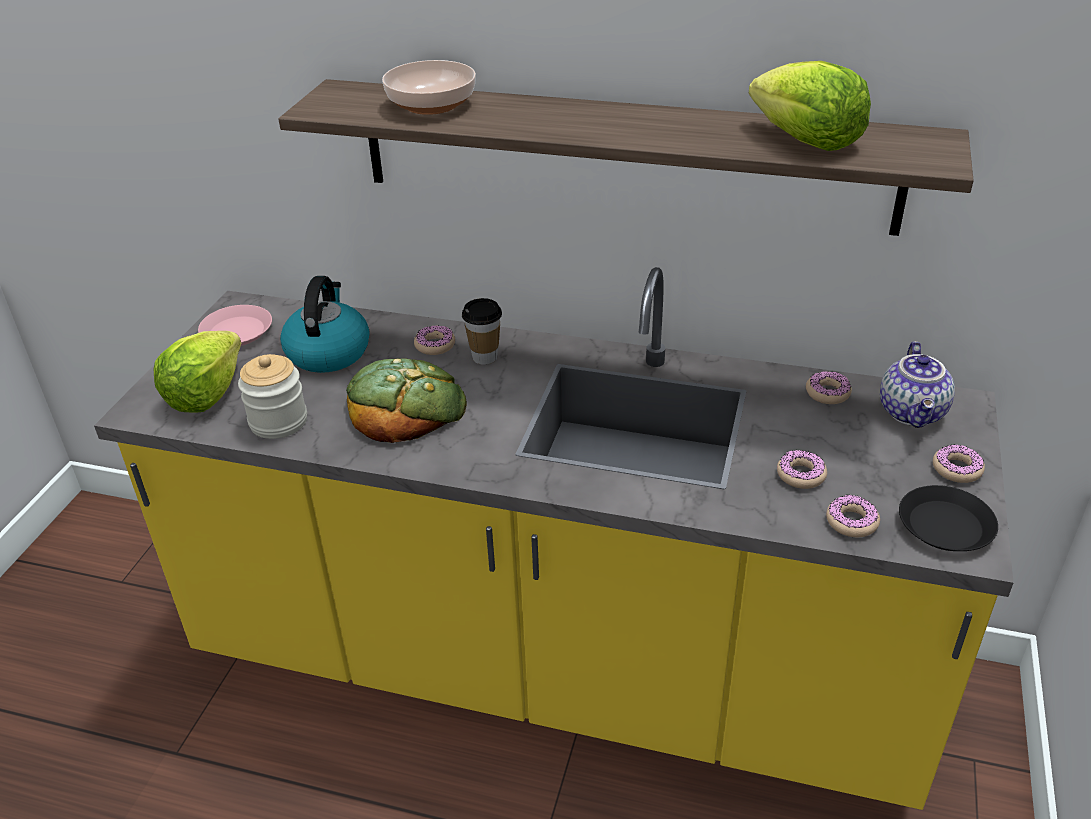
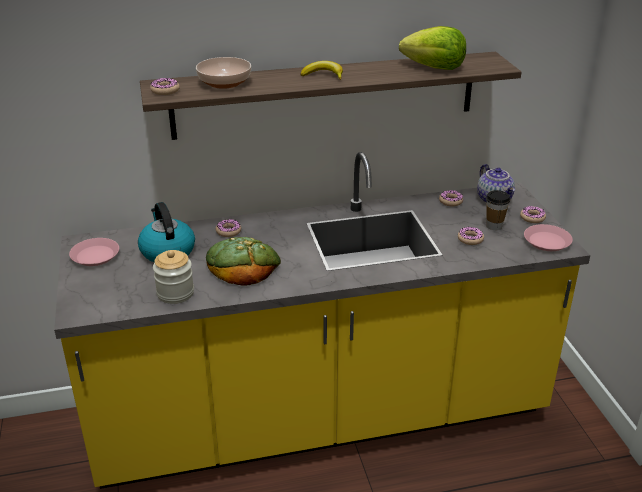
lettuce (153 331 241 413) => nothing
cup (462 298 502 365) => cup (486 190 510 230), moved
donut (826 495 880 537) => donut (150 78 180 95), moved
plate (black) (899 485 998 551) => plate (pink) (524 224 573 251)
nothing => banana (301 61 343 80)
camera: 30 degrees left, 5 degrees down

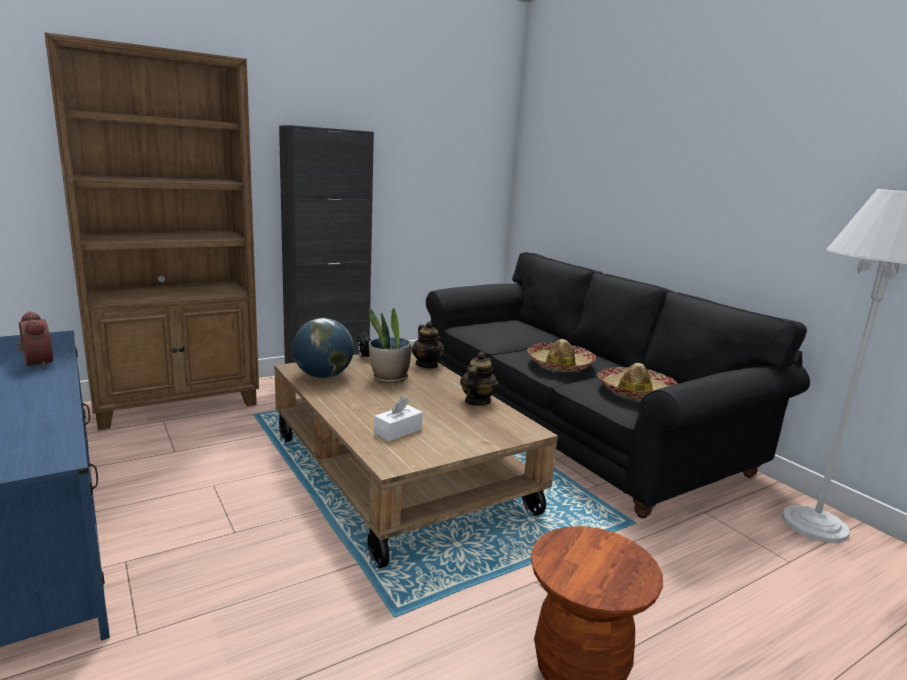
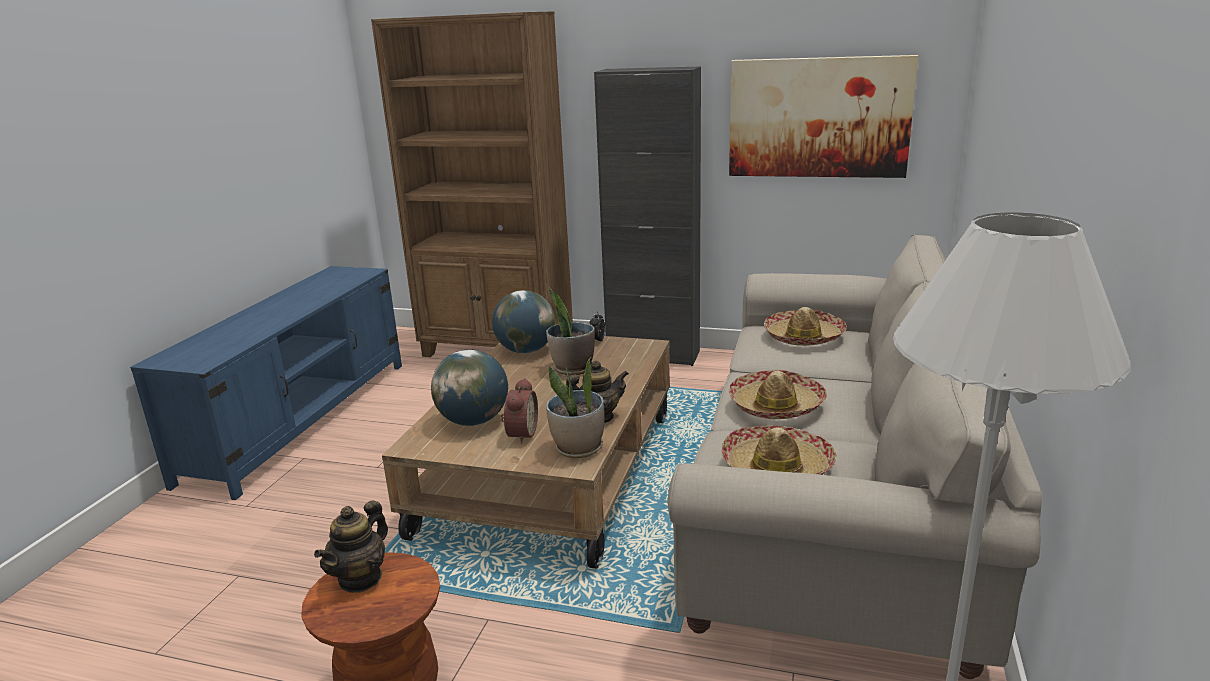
alarm clock (16 311 53 368) => alarm clock (501 378 538 444), moved
tissue box (white) (374 397 423 441) => globe (431 350 508 426)
teapot (411 321 444 369) => teapot (314 501 388 593), moved
sofa (black) (426 252 810 519) => sofa (beige) (667 234 1043 679)
nothing => potted plant (546 357 605 458)
nothing => picture (729 55 919 178)
nothing => hat (764 307 847 346)
camera: 50 degrees right, 5 degrees up

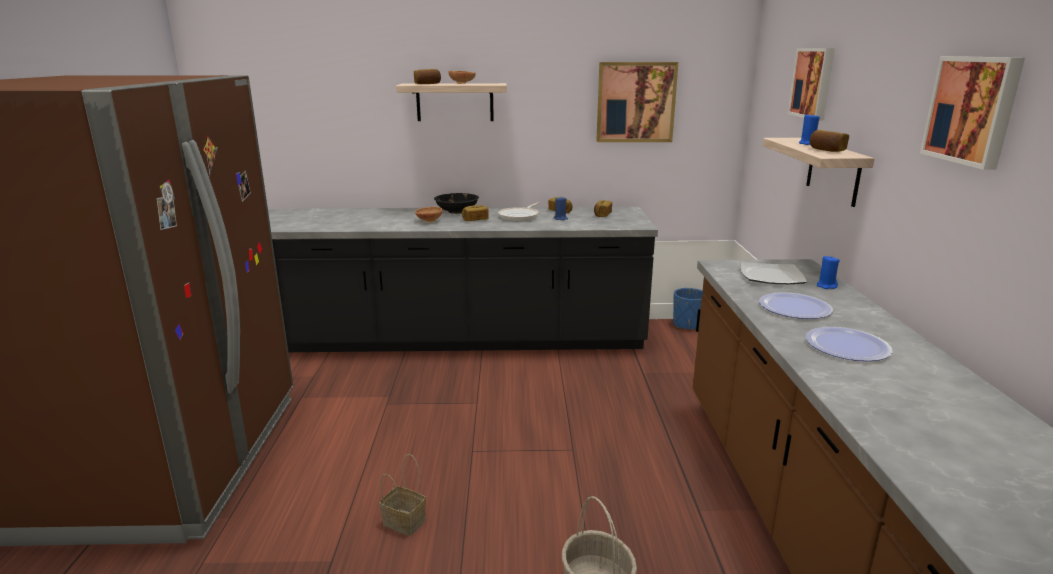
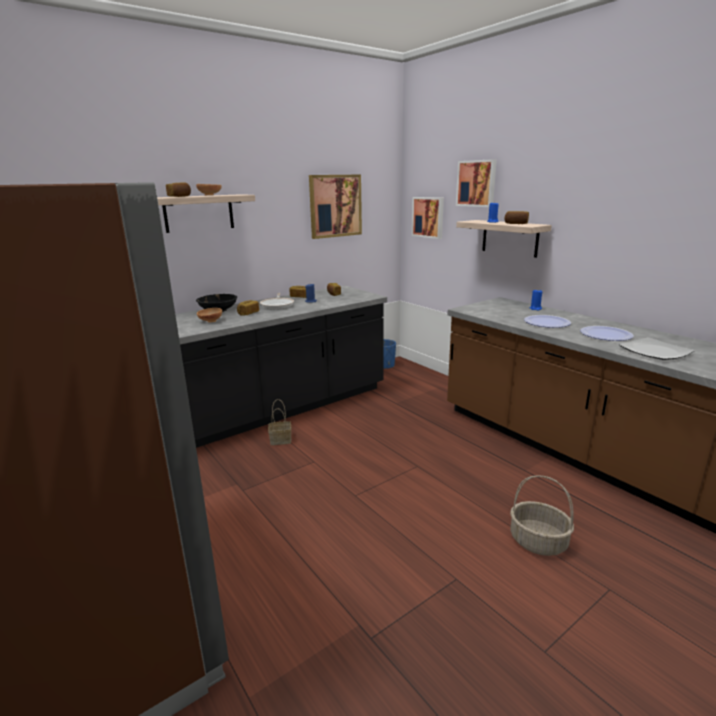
basket (379 454 426 536) => basket (268 399 291 445), moved
plate (740 262 807 284) => plate (619 337 695 360), moved
picture (920 56 1025 170) => picture (412 197 444 239), moved
camera: 35 degrees left, 0 degrees up

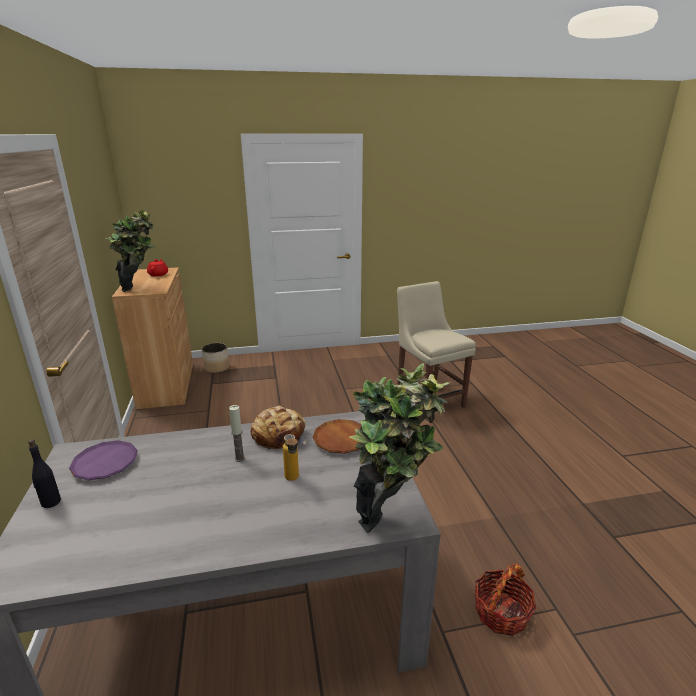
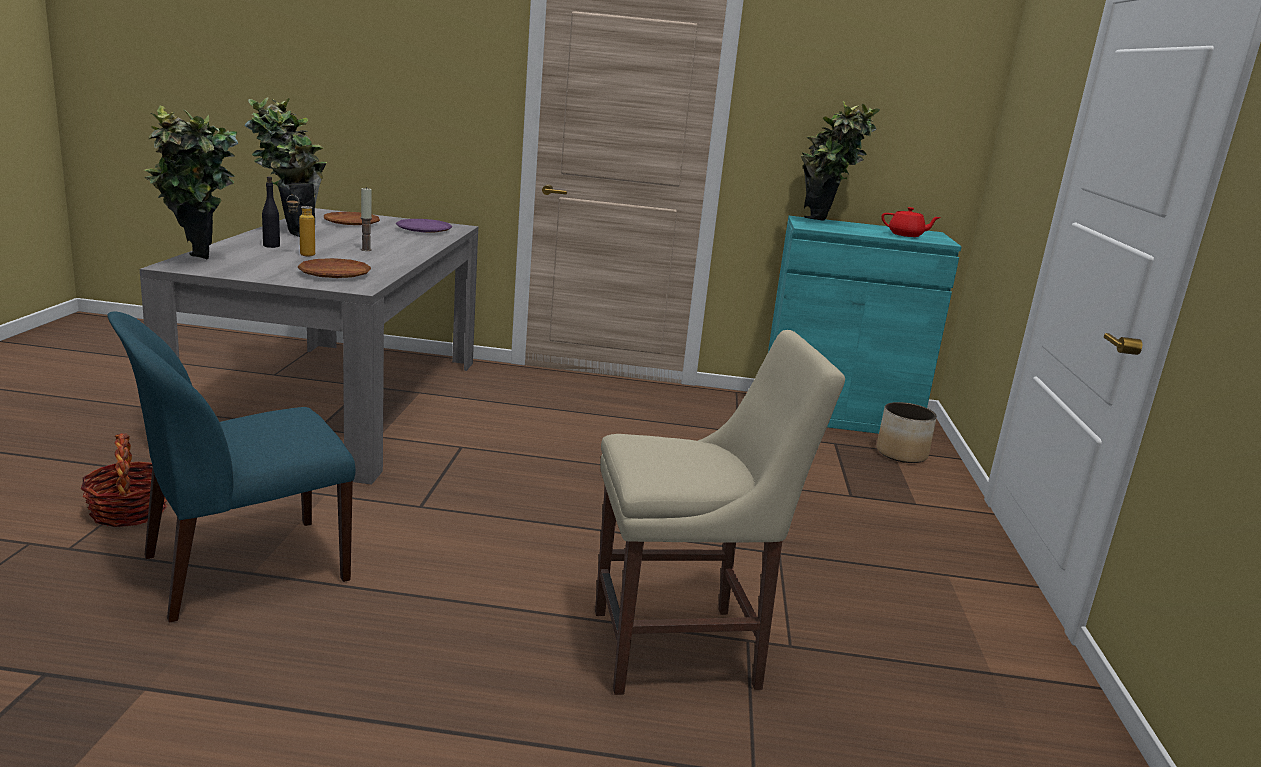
bottle (black) (28 439 61 508) => bottle (black) (262 176 280 248), moved
cabinet (brown) (112 267 193 409) => cabinet (turquoise) (768 216 962 434)
bread (251 406 307 450) => nothing
nothing => chair (blue) (107 312 356 623)
nothing => potted plant (244 97 327 237)
nothing => plate (brown) (324 212 380 225)
camera: 105 degrees right, 5 degrees down

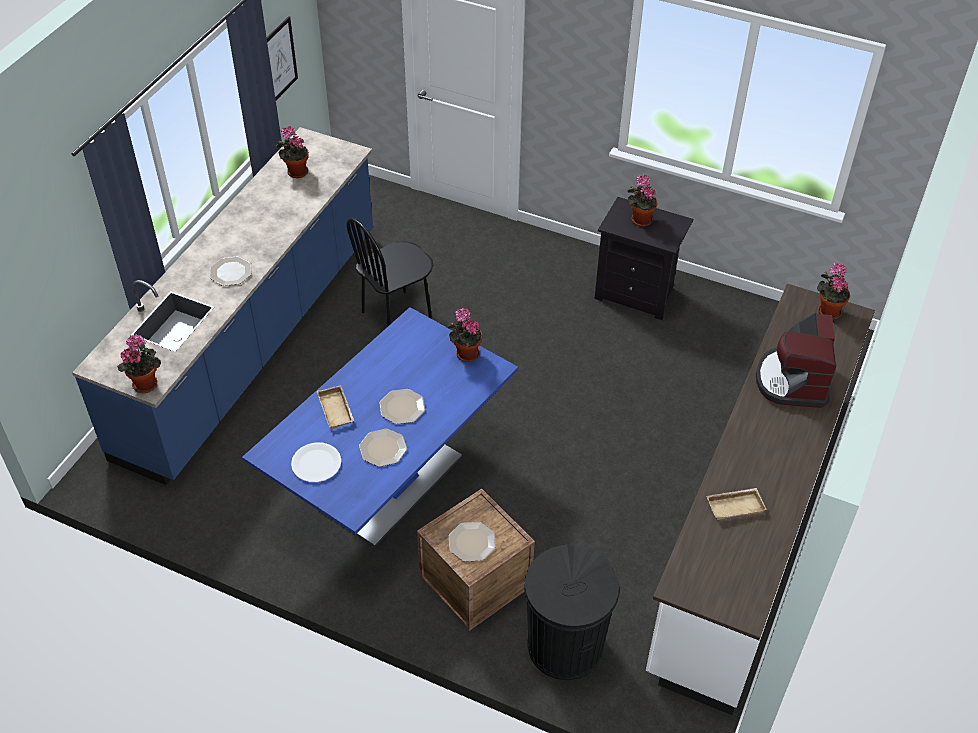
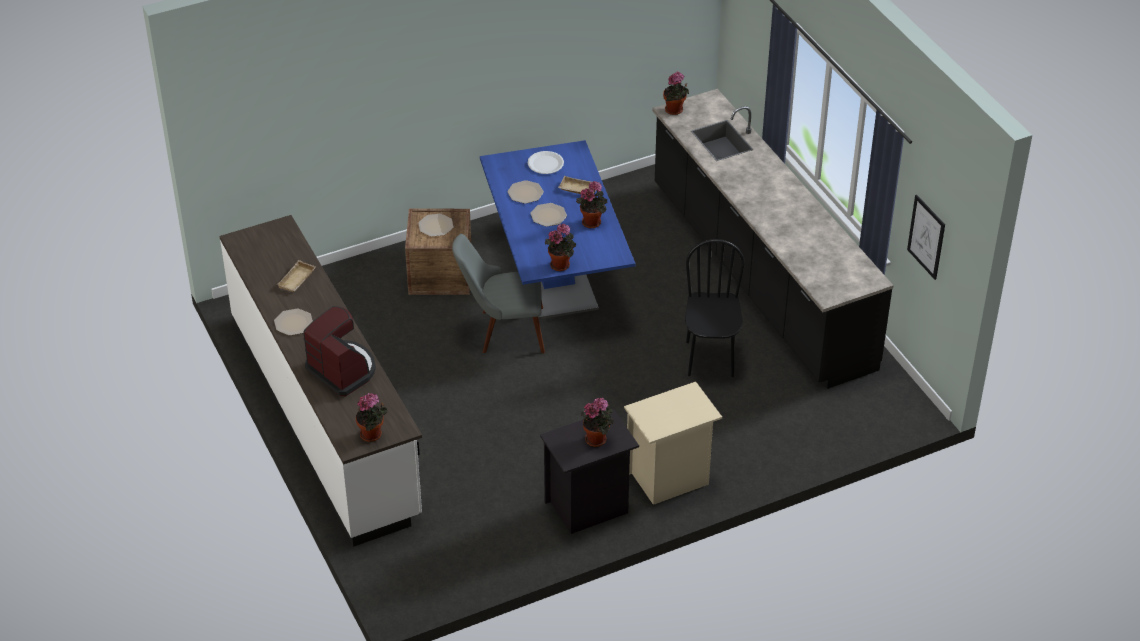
counter (blue) (72 127 373 485) => counter (black) (652 89 894 389)
plate (210 256 252 286) => plate (274 309 313 336), moved
potted plant (276 126 309 178) => potted plant (576 181 607 228), moved
trash can (black) (524 544 620 680) => nothing
nothing => chair (grey) (452 234 545 353)
nothing => nightstand (beige) (624 381 722 505)
camera: 130 degrees right, 5 degrees down

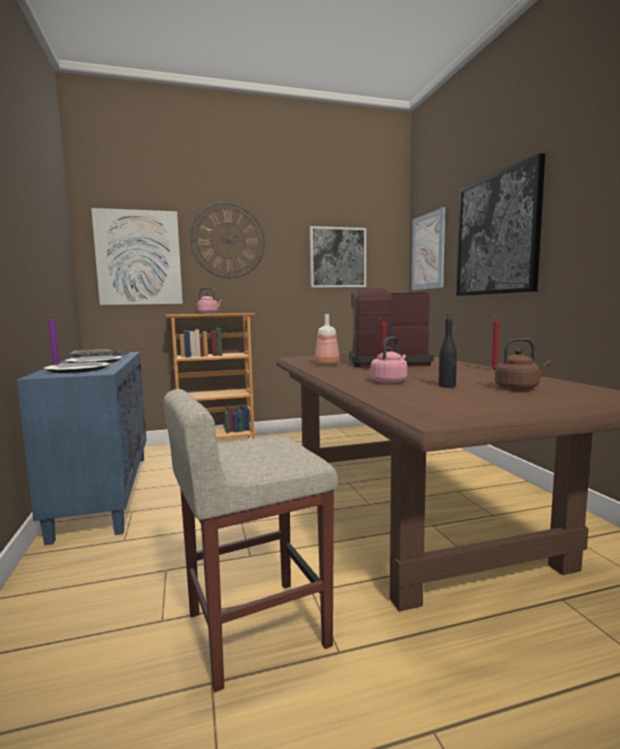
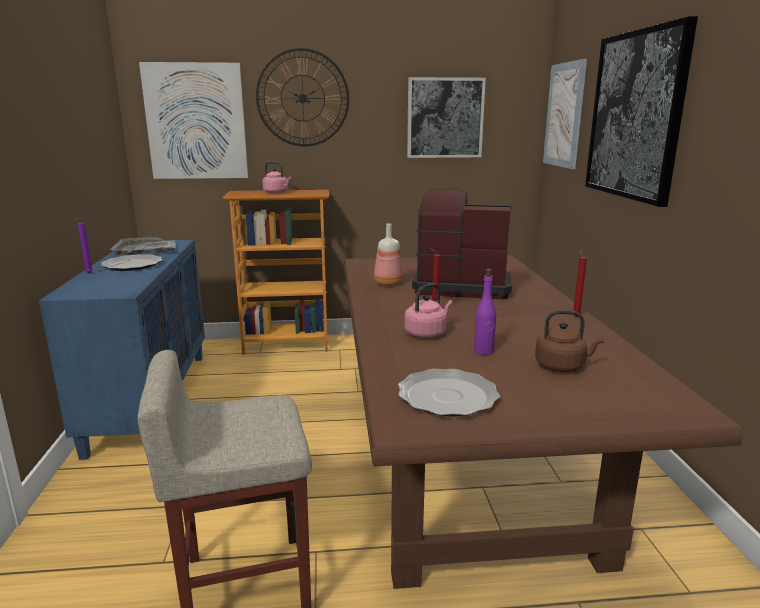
plate (43 362 110 373) => plate (398 369 500 416), moved
bottle (black) (438 313 457 387) => bottle (purple) (474 269 496 355)
camera: 10 degrees right, 10 degrees up

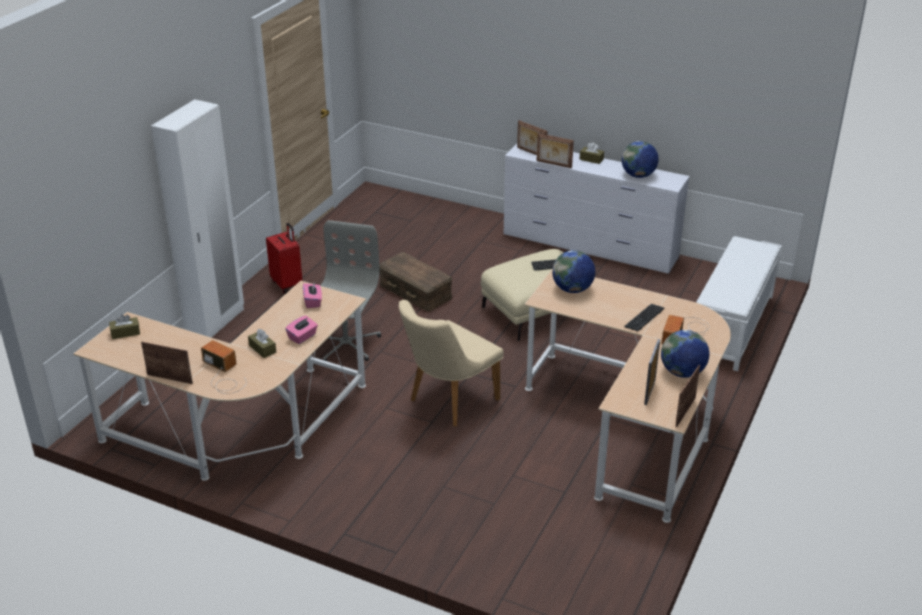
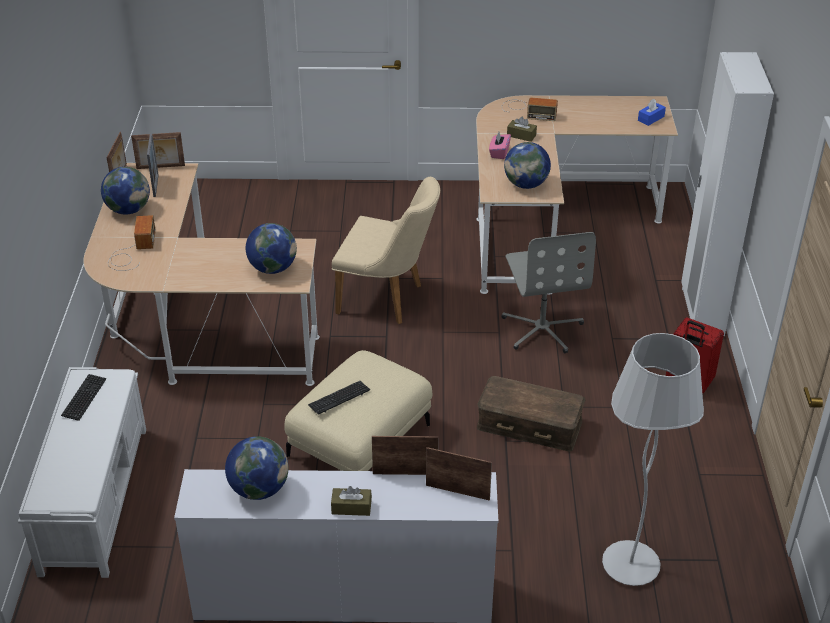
tissue box (brown) (109 314 140 339) => tissue box (blue) (638 99 666 126)
picture frame (141 342 193 384) => picture frame (131 132 185 169), moved
tissue box (pink) (303 281 322 308) => globe (504 142 551 189)
chair (beige) (399 300 504 426) => chair (beige) (332 177 440 324), 90 degrees clockwise
keyboard (624 304 664 331) => keyboard (61 374 106 421), moved
nothing => floor lamp (white) (602 333 704 586)
camera: 155 degrees right, 5 degrees up

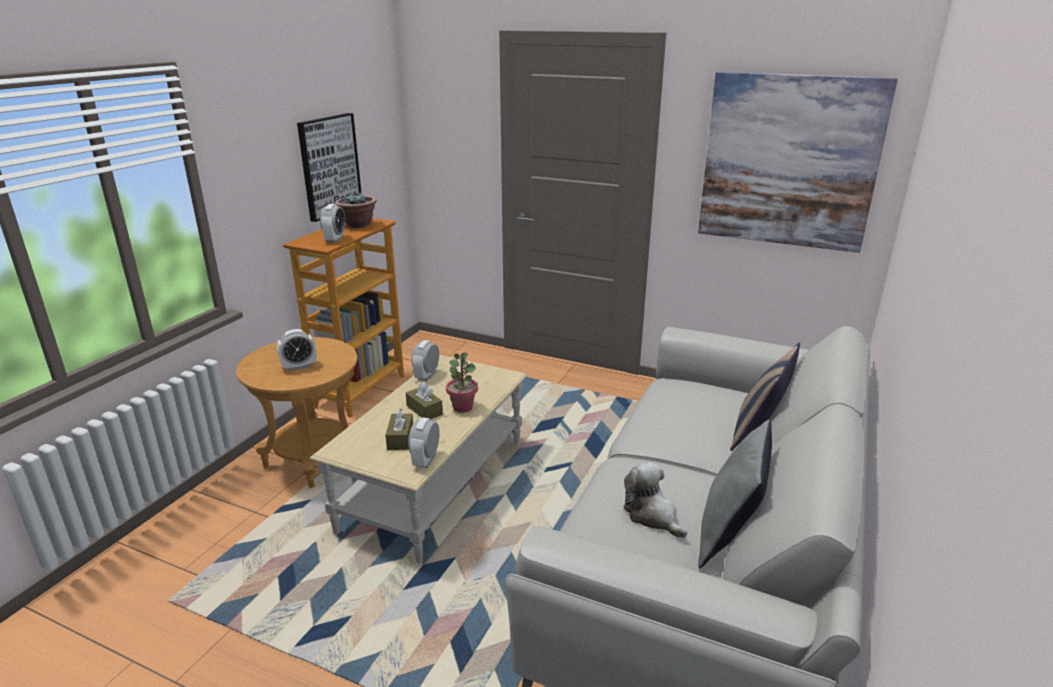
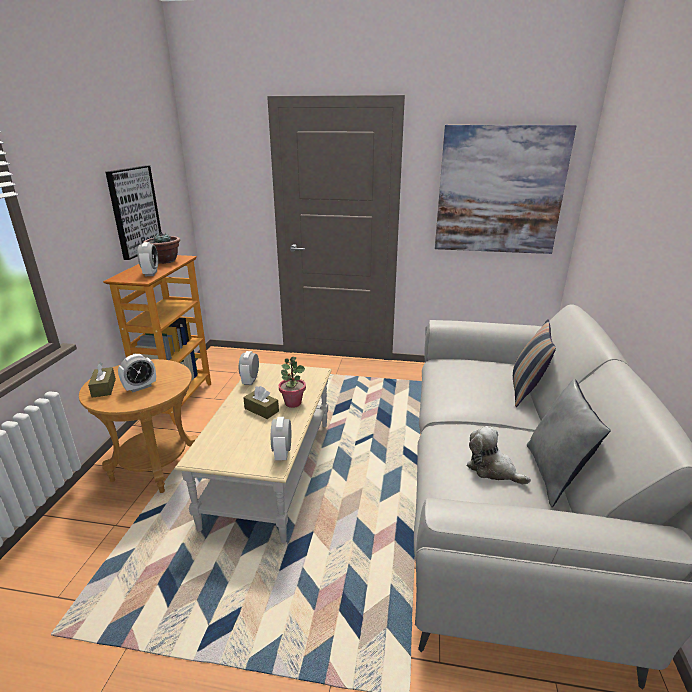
tissue box (brown) (385 408 413 450) => tissue box (brown) (88 363 116 398), moved
camera: 15 degrees left, 0 degrees up

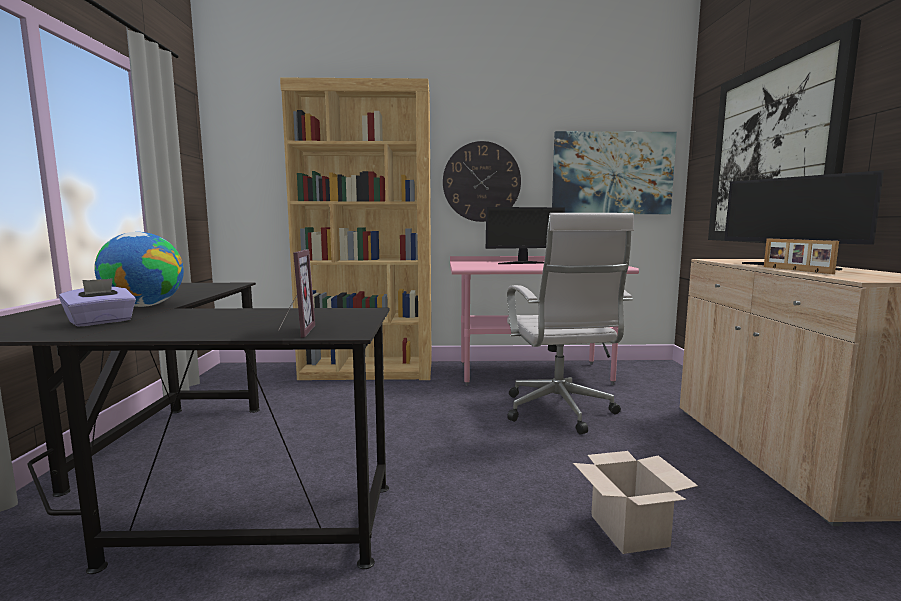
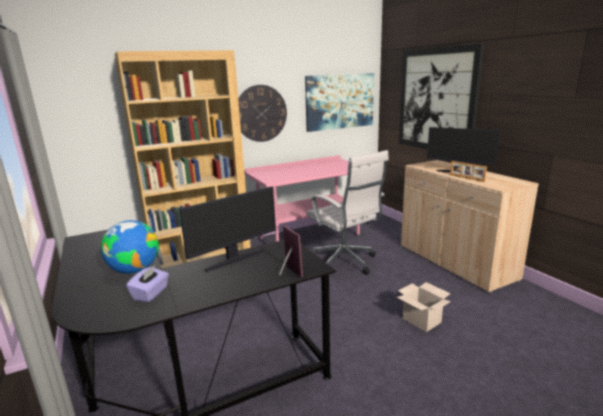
monitor (486 207 565 264) => monitor (179 186 276 272), moved
camera: 25 degrees left, 10 degrees up

